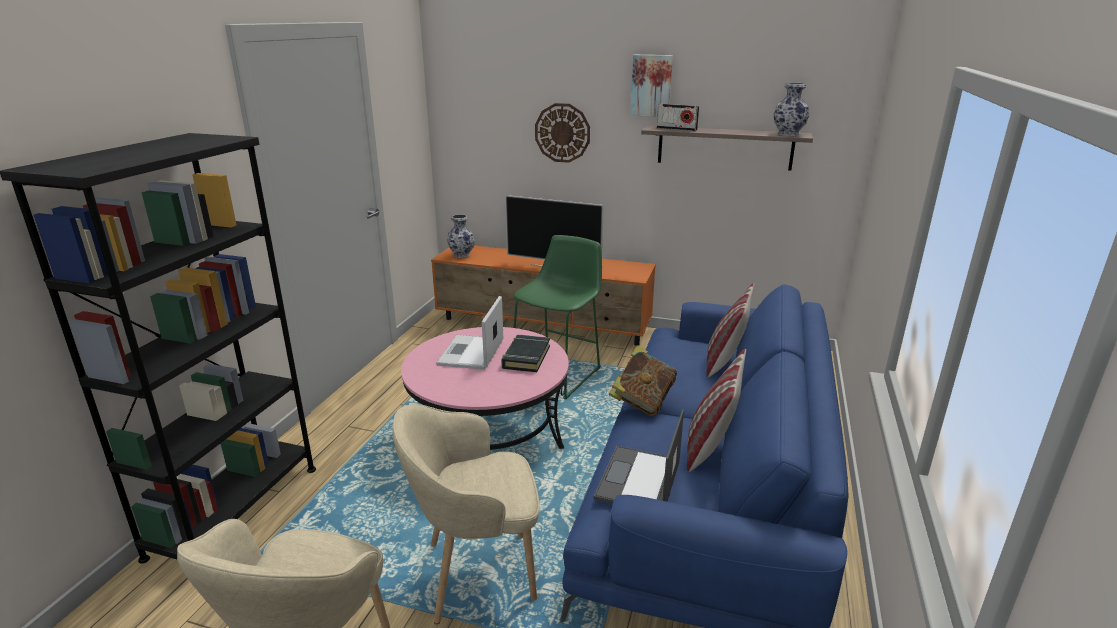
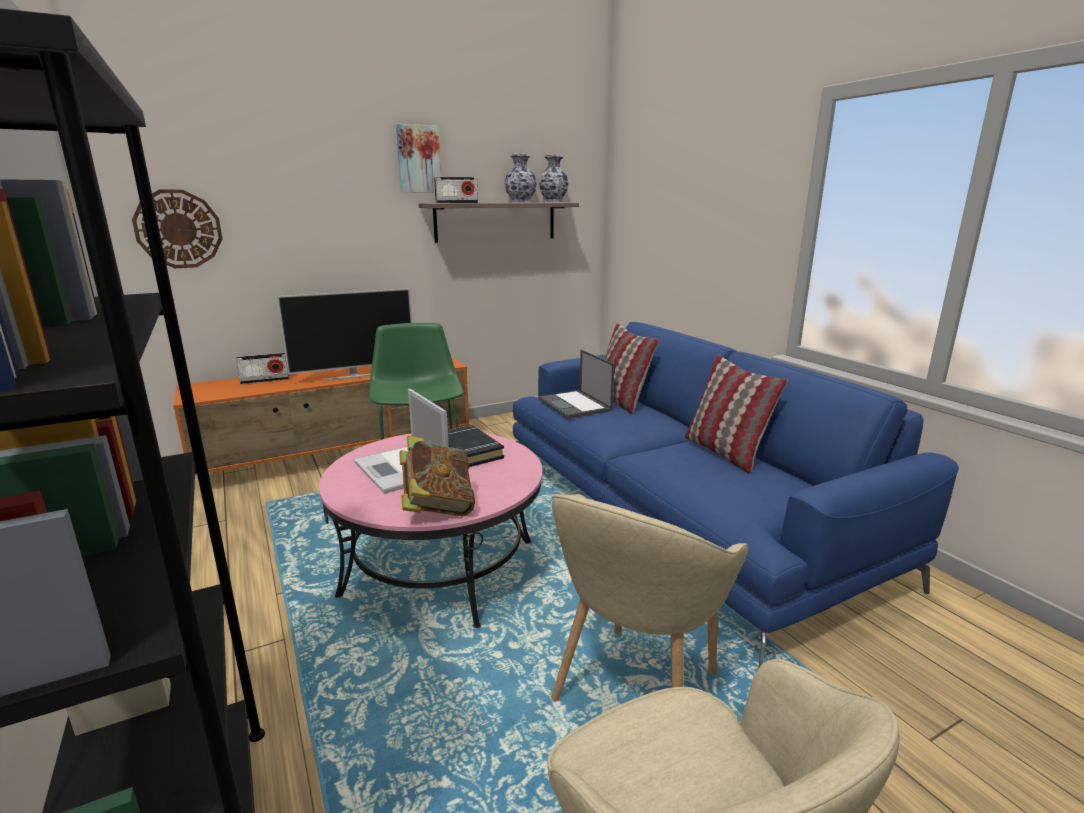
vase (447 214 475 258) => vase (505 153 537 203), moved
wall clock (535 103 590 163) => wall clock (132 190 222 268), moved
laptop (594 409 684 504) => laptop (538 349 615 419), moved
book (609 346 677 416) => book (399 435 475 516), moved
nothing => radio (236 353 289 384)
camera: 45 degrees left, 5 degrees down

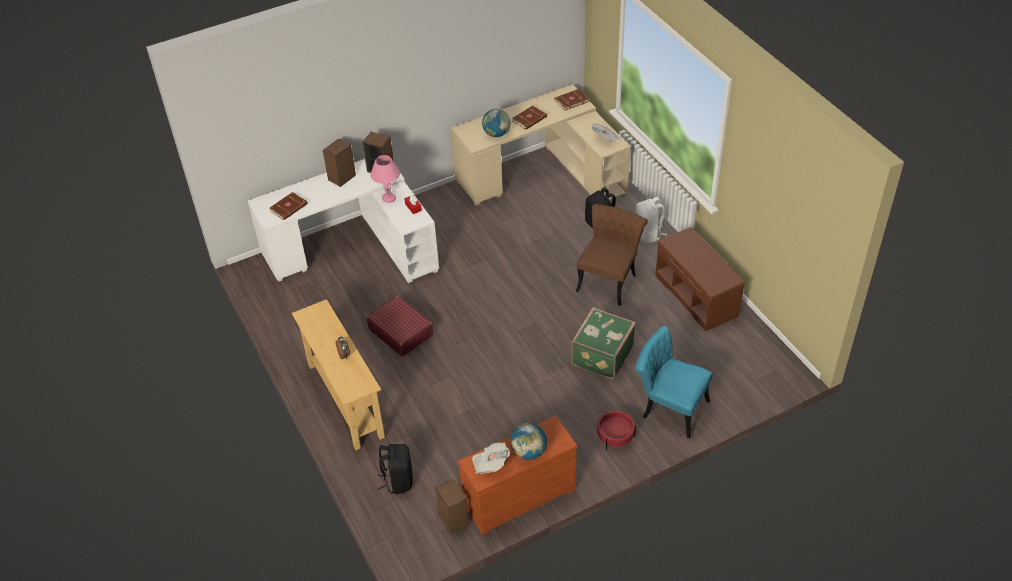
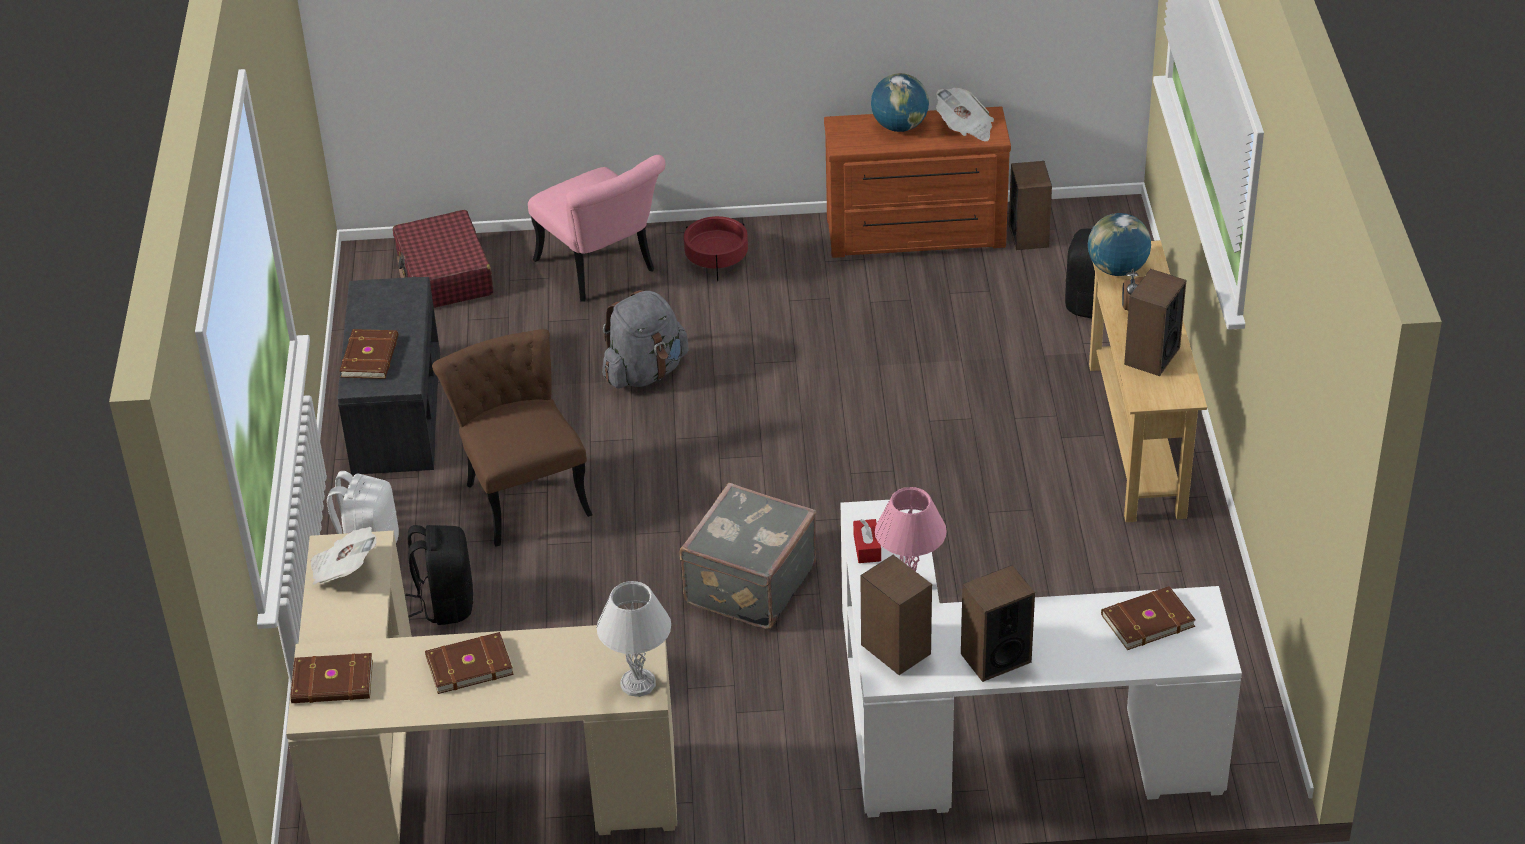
suitcase (red) (367 296 433 356) => suitcase (red) (393 210 493 308), moved
globe (482 109 511 137) => globe (1088 213 1151 276), moved
suitcase (green) (571 307 636 379) => backpack (grey) (602 290 689 388)
chair (brown) (576 204 648 306) => chair (brown) (432 329 592 547), 105 degrees clockwise
chair (turquoise) (635 326 712 439) => chair (pink) (528 155 665 302)
bench (brown) (655 227 745 332) => bench (grey) (338 277 440 475)
nothing => book (brown) (340 329 398 379)
nothing => table lamp (white) (596 581 671 697)
nothing => suitcase (grey) (680 483 816 629)
nothing => speaker (1124 269 1186 376)
camera: 155 degrees left, 5 degrees down

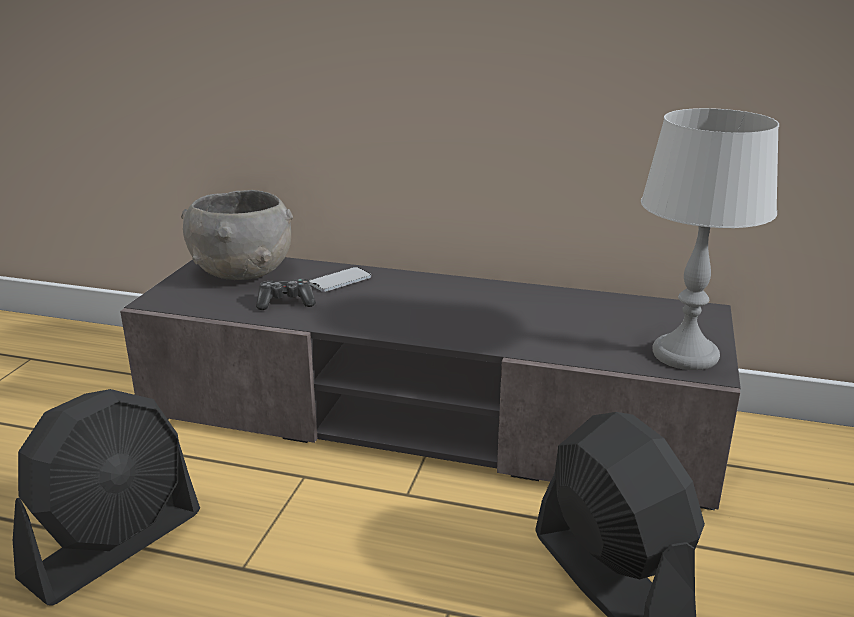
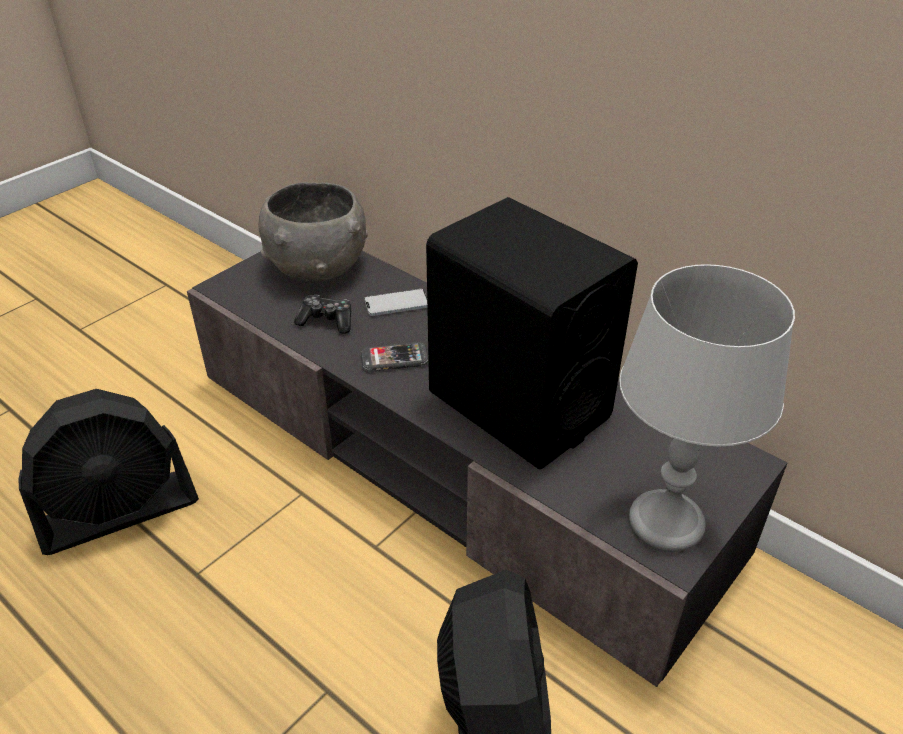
nothing => phone (361 342 428 372)
nothing => speaker (black) (426 197 638 469)
camera: 25 degrees right, 15 degrees up

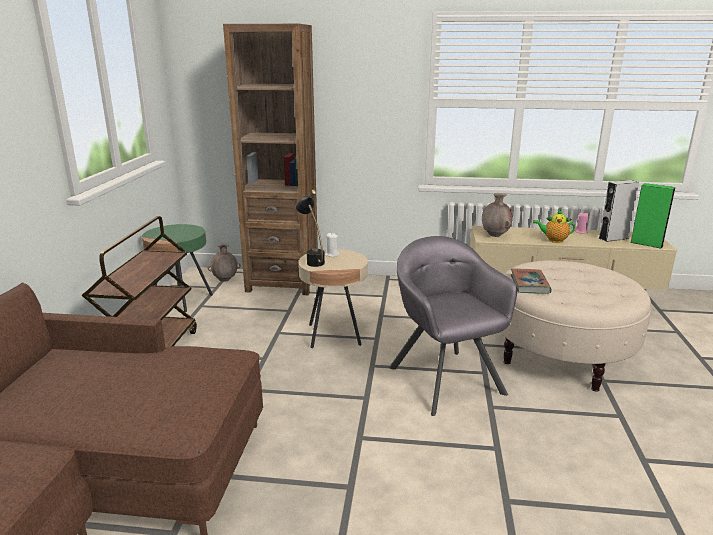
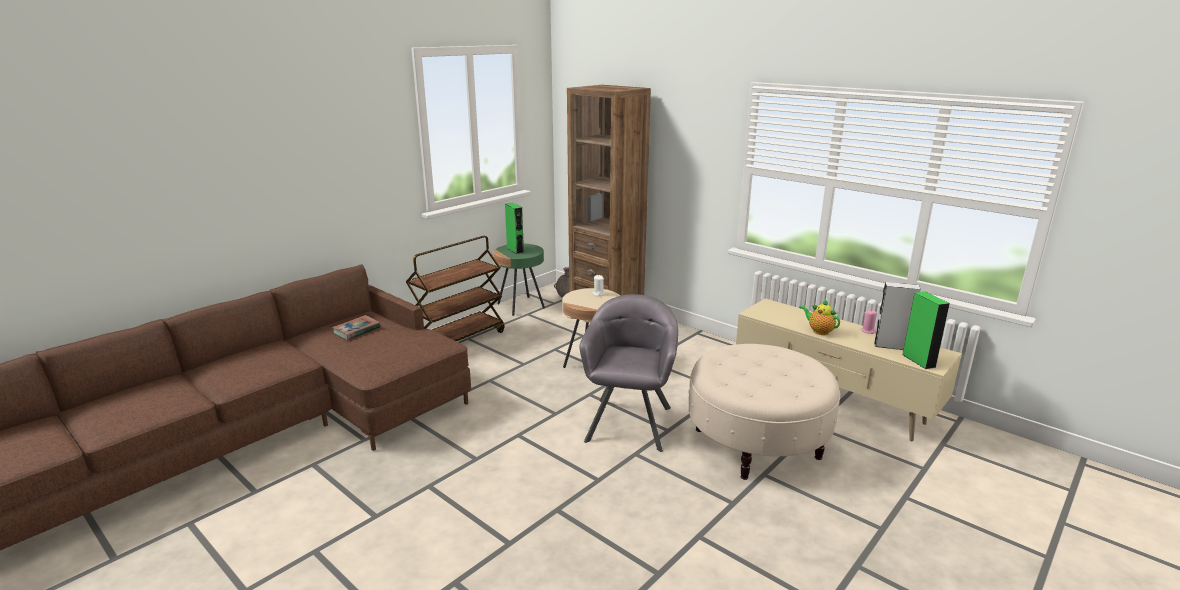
table lamp (black) (296 190 325 267) => nothing
vase (brown) (482 193 513 237) => nothing
book (511 268 552 293) => book (332 315 381 340), moved
nothing => speaker (green) (505 203 524 254)
camera: 35 degrees right, 0 degrees up

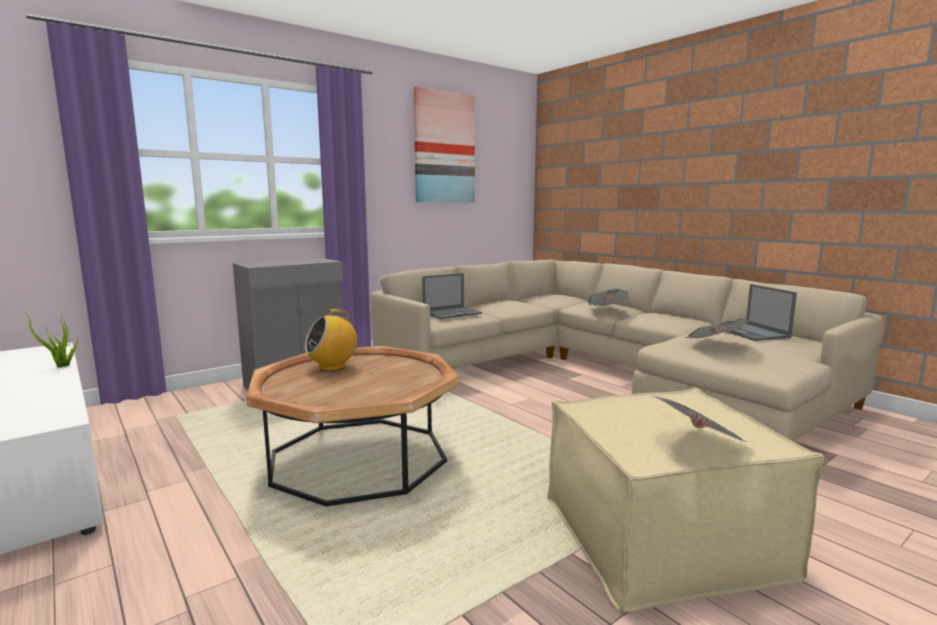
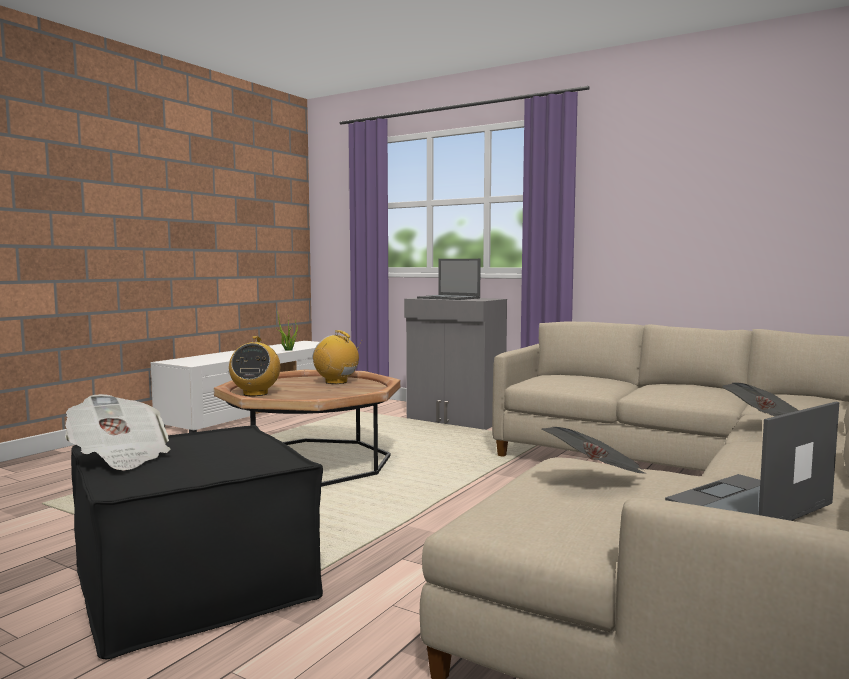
picture (414 86 475 202) => nothing
laptop (422 273 482 319) => laptop (417 259 481 300), moved
ottoman (beige) (547 388 824 612) => ottoman (black) (71 425 323 659)
nothing => radio (229 336 280 396)
camera: 70 degrees right, 5 degrees down

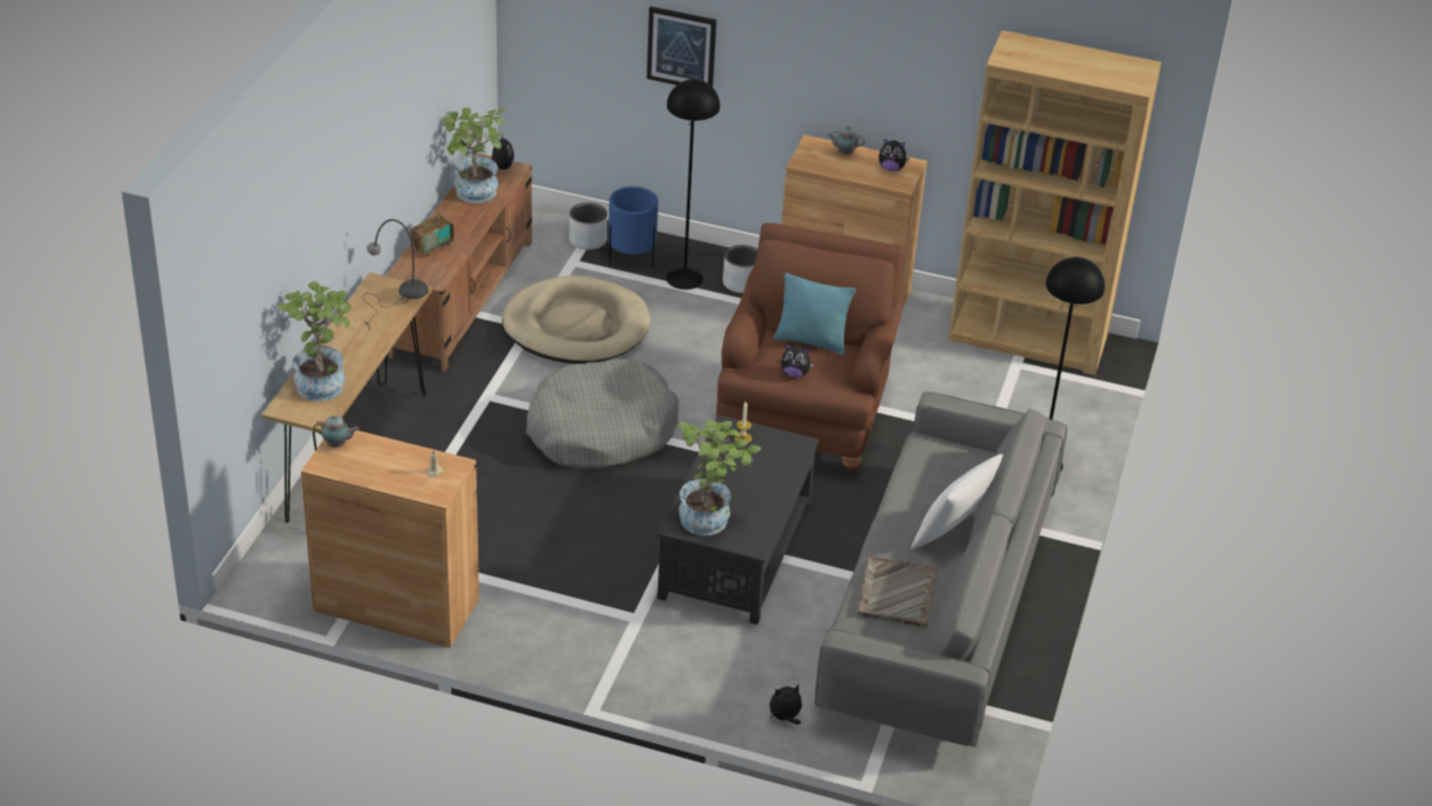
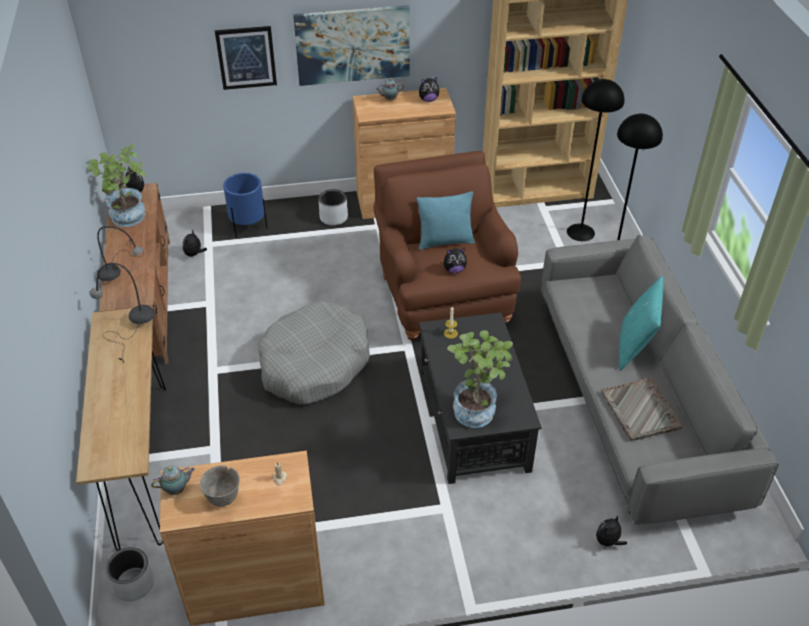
potted plant (278 281 352 402) => nothing
radio (410 199 454 257) => table lamp (grey) (97 226 144 281)
dog bed (beige) (502 276 650 364) => nothing
planter (grey) (569 203 607 250) => planter (grey) (106 547 154 602), moved
floor lamp (black) (666 79 720 290) => floor lamp (black) (567 79 625 241), moved
pillow (white) (911 454 1003 549) => pillow (turquoise) (619 276 664 371)
nothing => plush toy (183 229 207 257)
nothing => bowl (grey) (200 465 240 507)
nothing => picture (293 5 410 86)
camera: 25 degrees left, 5 degrees up

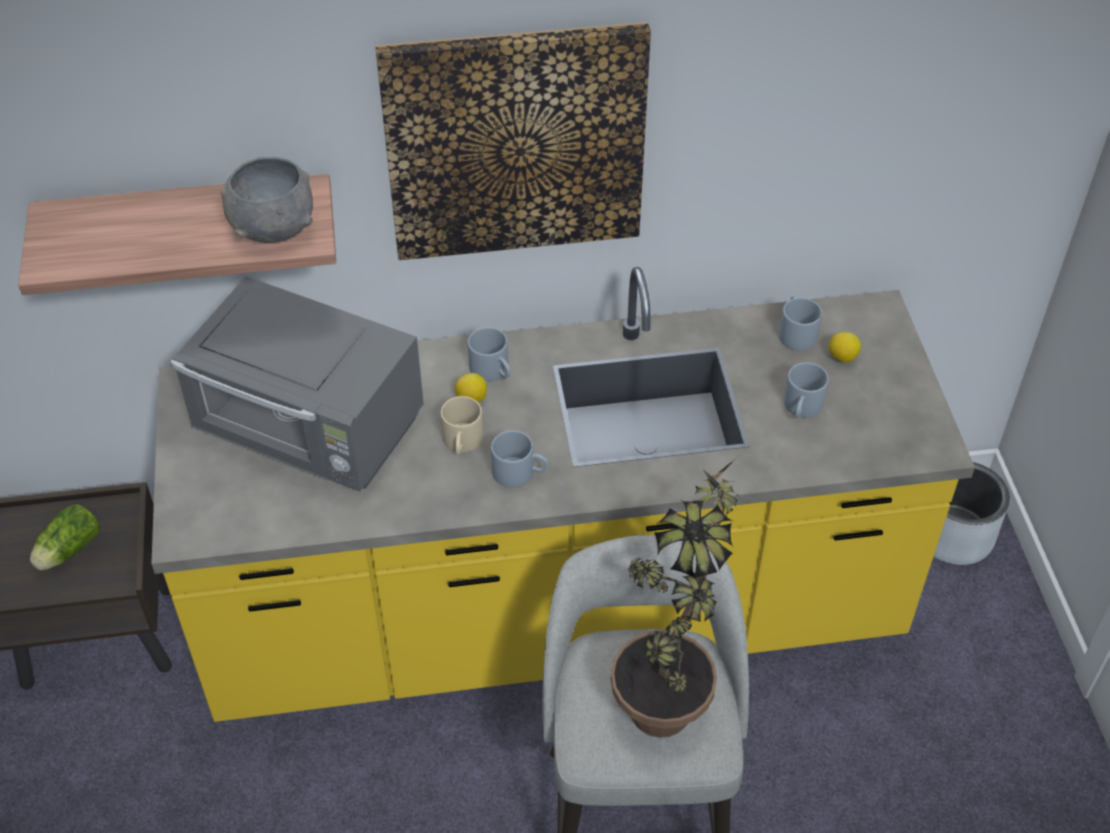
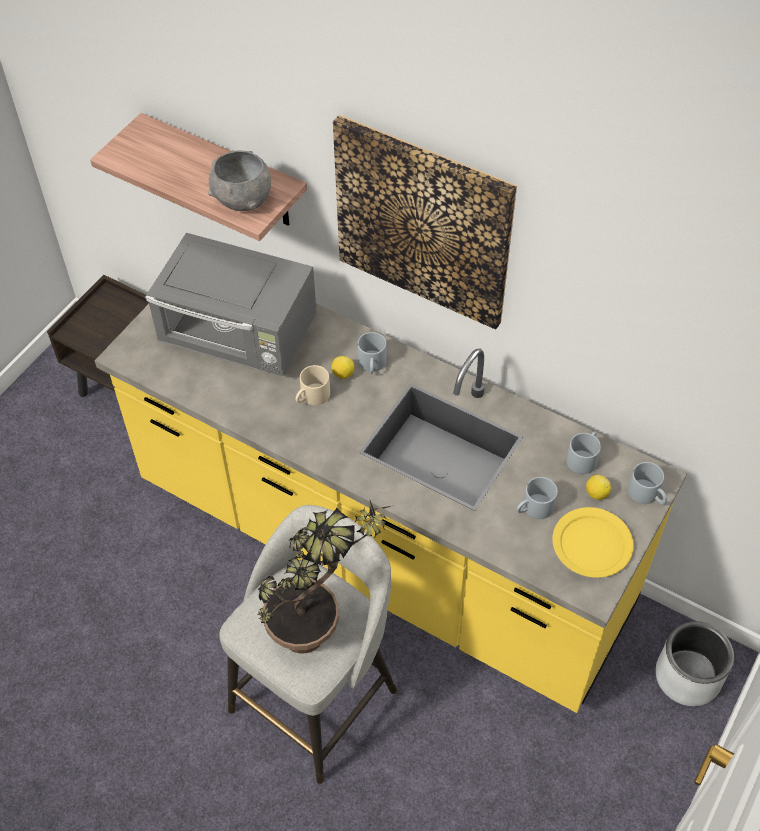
lettuce (30 504 100 570) => nothing
microwave (grey) (171 276 424 492) => microwave (grey) (145 233 317 376), 45 degrees counterclockwise
mug (grey) (491 430 548 488) => mug (grey) (628 462 667 504), moved
nothing => plate (yellow) (552 507 634 578)
camera: 40 degrees right, 5 degrees up

